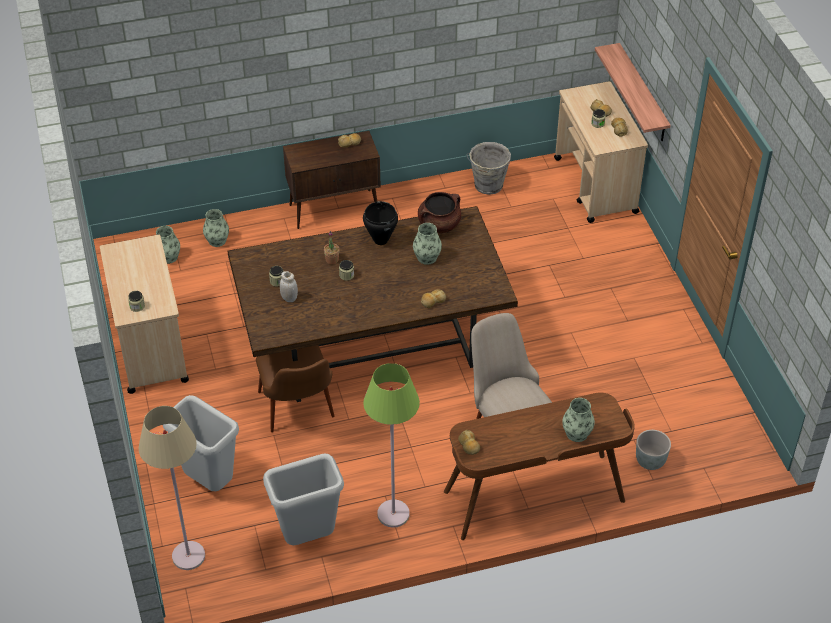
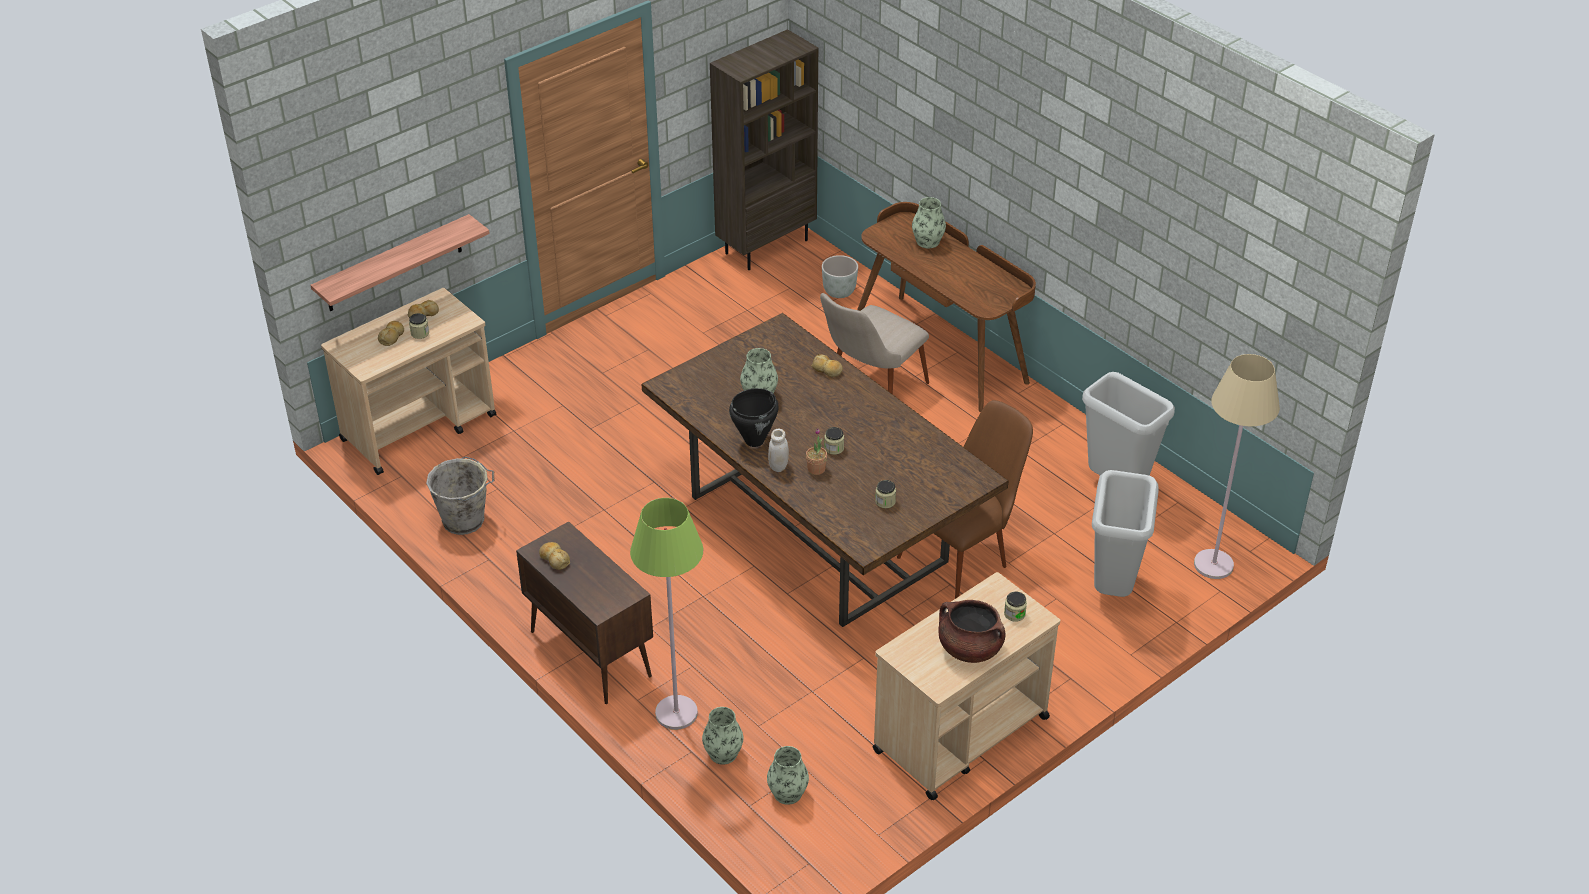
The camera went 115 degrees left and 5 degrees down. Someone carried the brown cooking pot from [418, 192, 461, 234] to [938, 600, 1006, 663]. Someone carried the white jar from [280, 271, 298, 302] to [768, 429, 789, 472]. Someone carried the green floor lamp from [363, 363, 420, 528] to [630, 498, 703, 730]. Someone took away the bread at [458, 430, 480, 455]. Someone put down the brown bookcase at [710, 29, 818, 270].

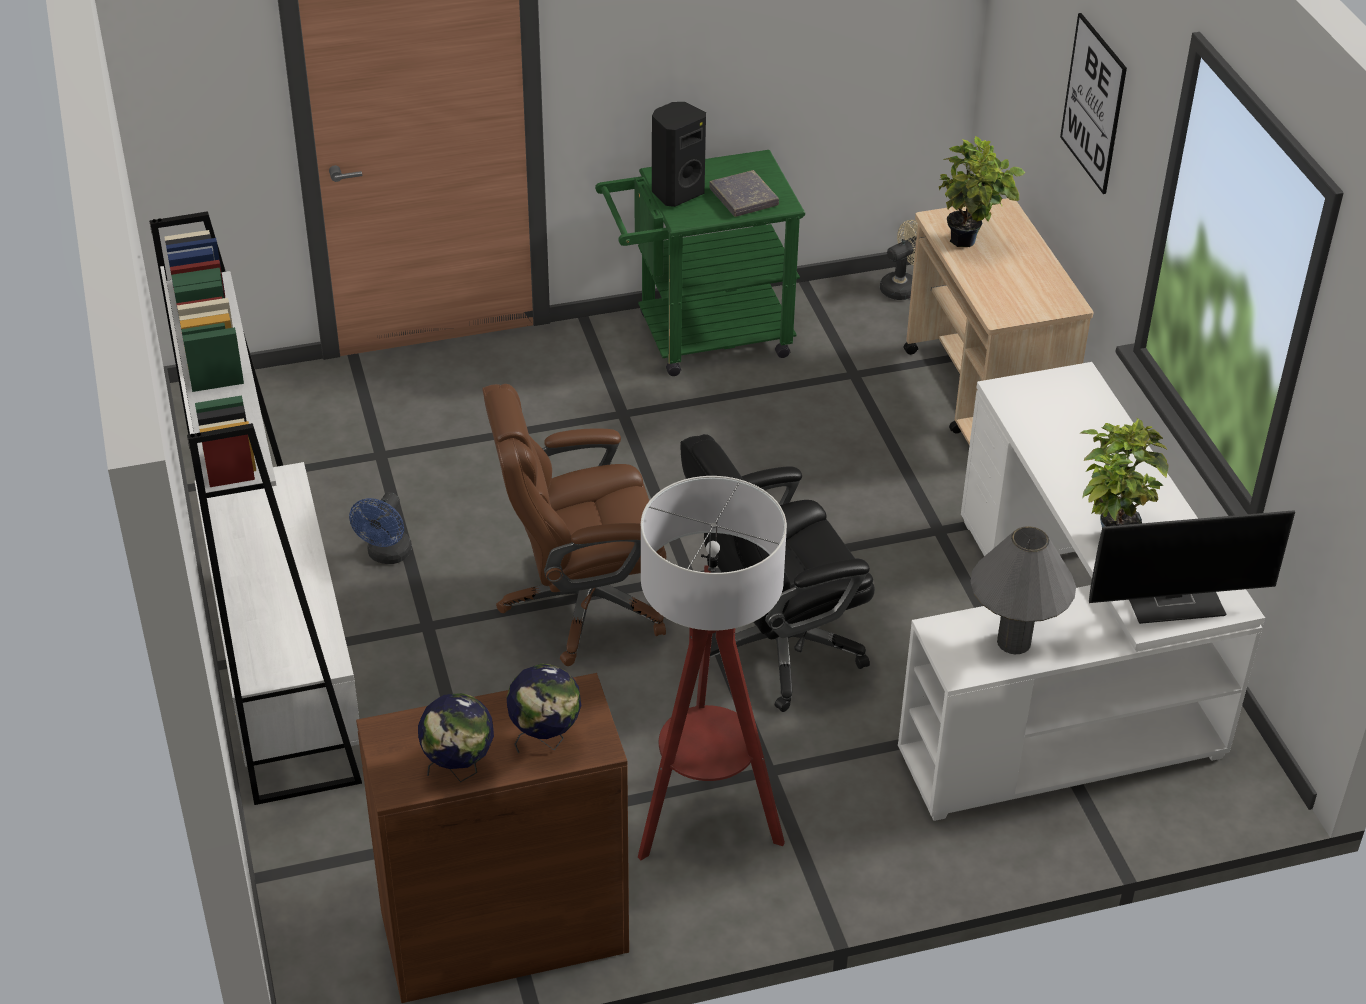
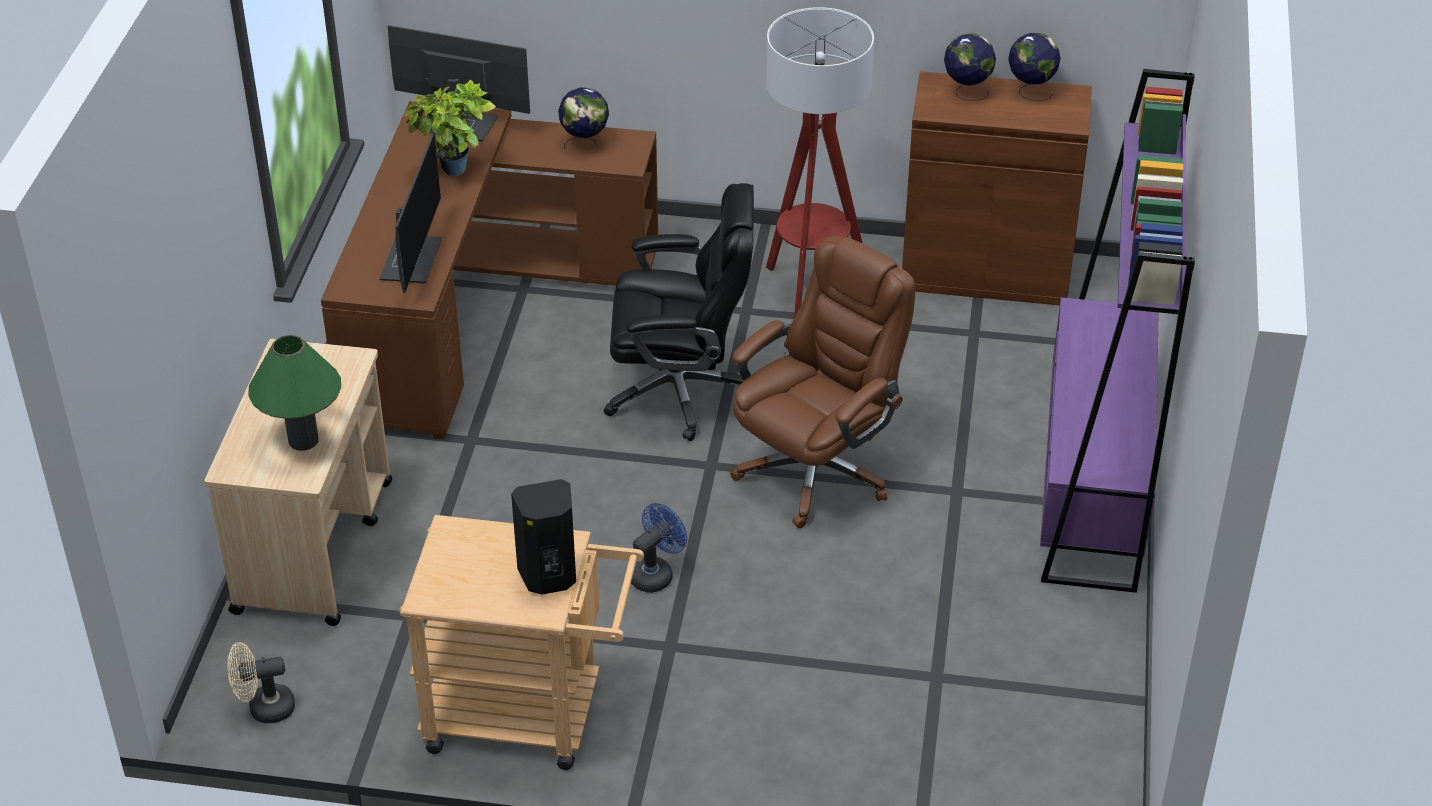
The camera went 155 degrees left and 0 degrees up. Someone took away the picture at [1060, 13, 1127, 194]. Someone swapped the potted plant at [939, 136, 1025, 247] for the green table lamp at [248, 335, 341, 451]. Someone repainted the green cart at [595, 150, 805, 376], which became the beige cart at [400, 515, 644, 770]. Someone took away the grey book at [709, 170, 779, 217]. Someone repainted the white bookcase at [149, 211, 362, 805], which became the purple bookcase at [1040, 69, 1195, 593]. Someone repainted the white desk at [898, 362, 1265, 821], which became the brown desk at [321, 101, 658, 440]. Someone rotated the brown office chair at [482, 384, 666, 666] by 60 degrees counterclockwise. Someone carried the blue fan from [349, 492, 412, 564] to [631, 503, 687, 593]. Someone swapped the grey table lamp at [970, 526, 1076, 654] for the globe at [558, 87, 609, 150]. Someone put down the monitor at [379, 132, 442, 293].

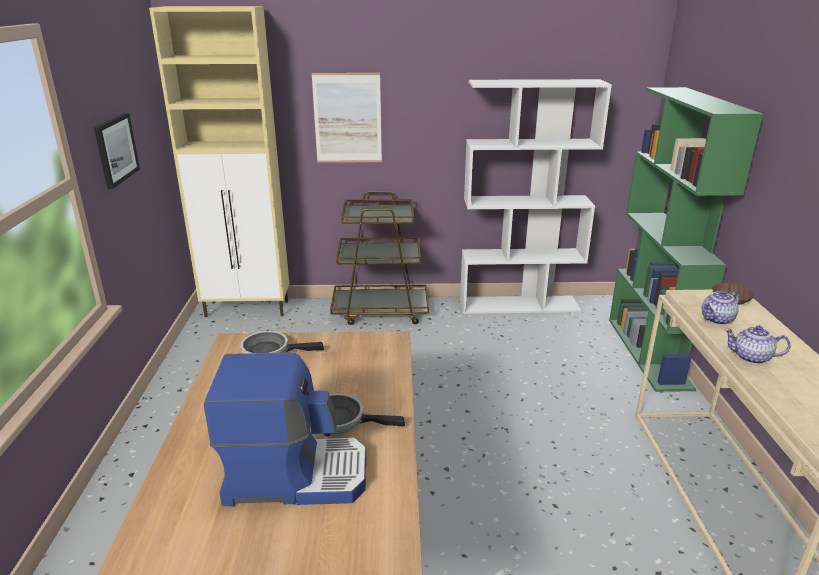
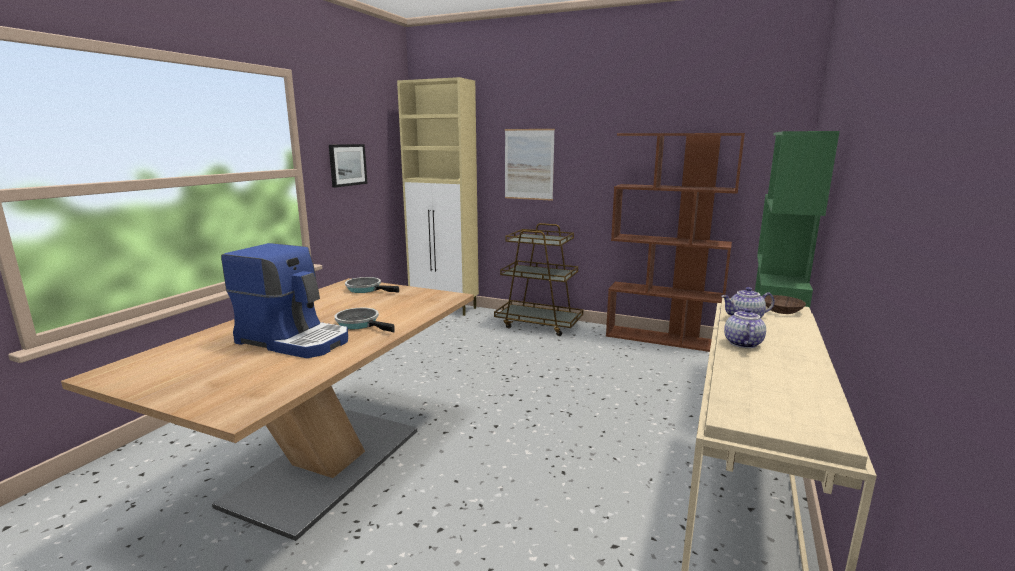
The camera went 25 degrees right and 10 degrees down. Someone repainted the white bookcase at [460, 79, 612, 314], which became the brown bookcase at [606, 133, 745, 352]. Someone rotated the teapot at [724, 325, 791, 364] by 60 degrees clockwise.

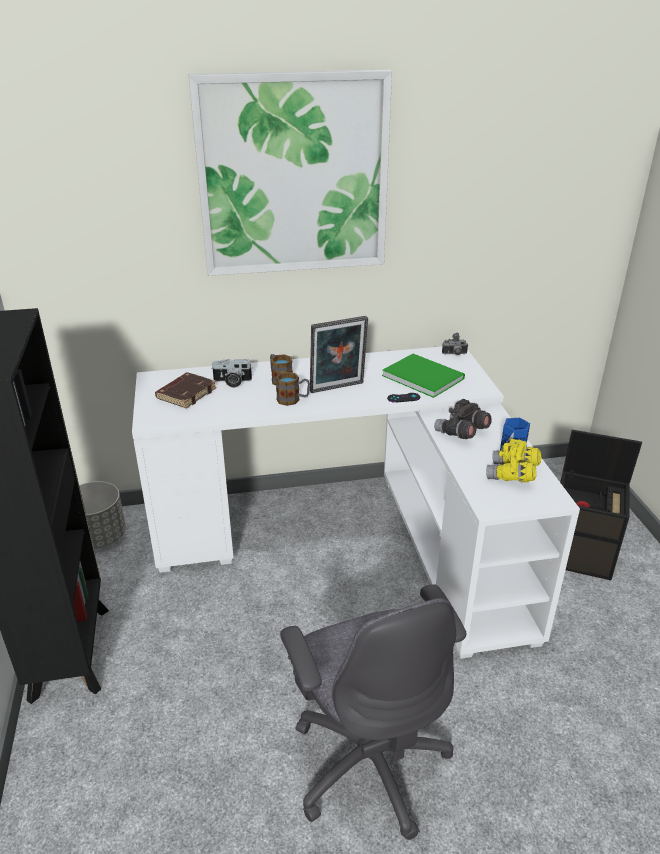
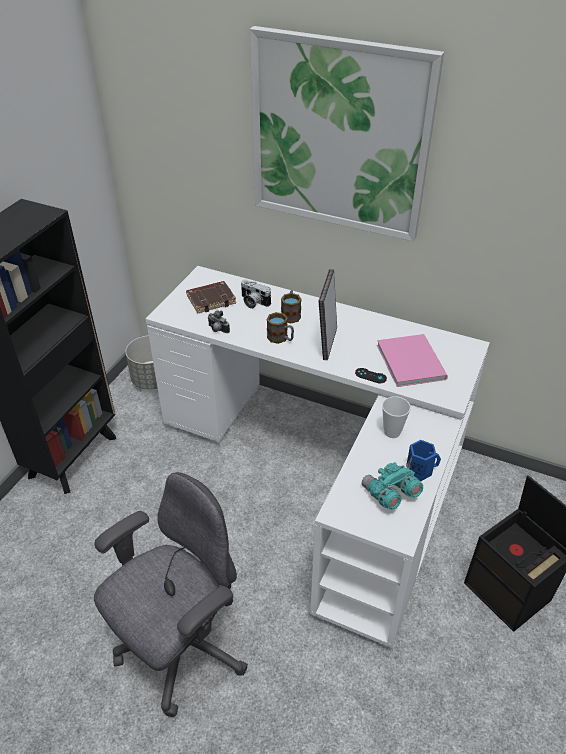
The camera went 35 degrees right and 10 degrees up. Someone rotated the picture frame at [310, 316, 368, 393] by 90 degrees clockwise. Someone carried the photo camera from [442, 333, 468, 355] to [207, 310, 230, 333]. Someone repainted the green book at [382, 354, 465, 398], which became the pink book at [377, 334, 448, 387]. Someone swapped the grey binoculars at [434, 399, 492, 439] for the cup at [382, 396, 411, 438]. Someone repainted the yellow binoculars at [486, 439, 541, 482], which became the turquoise binoculars at [362, 462, 423, 510]. Someone rotated the grey office chair at [280, 584, 466, 840] by 150 degrees counterclockwise.

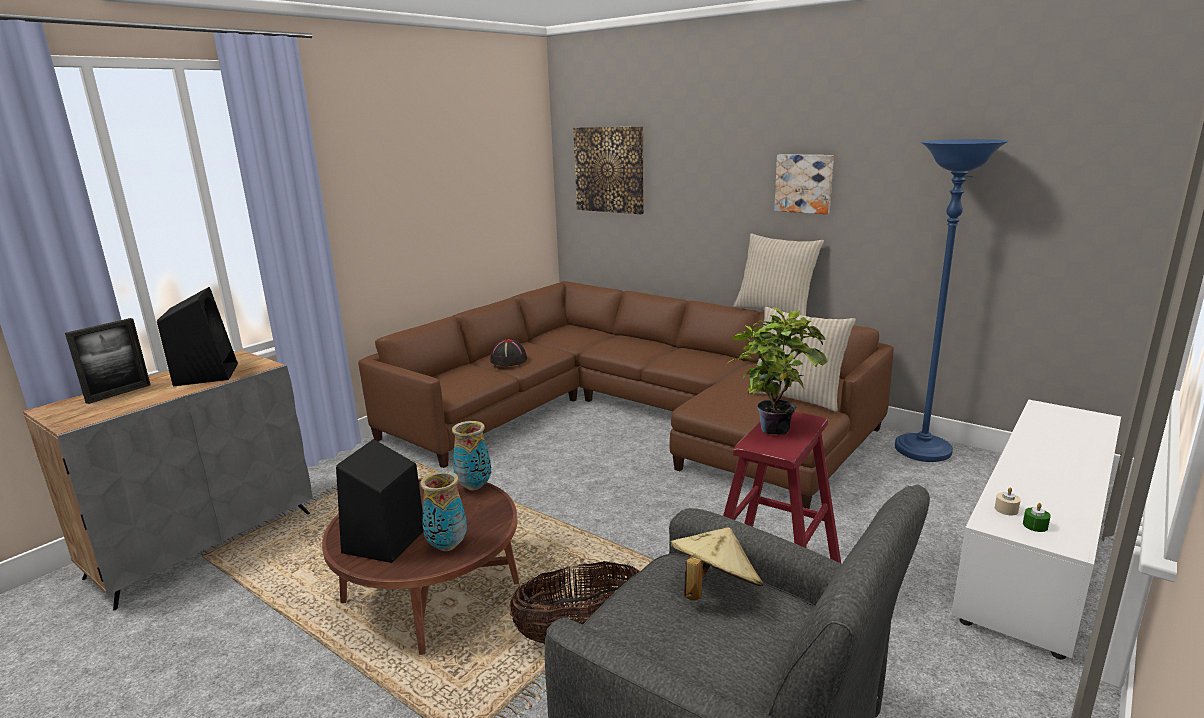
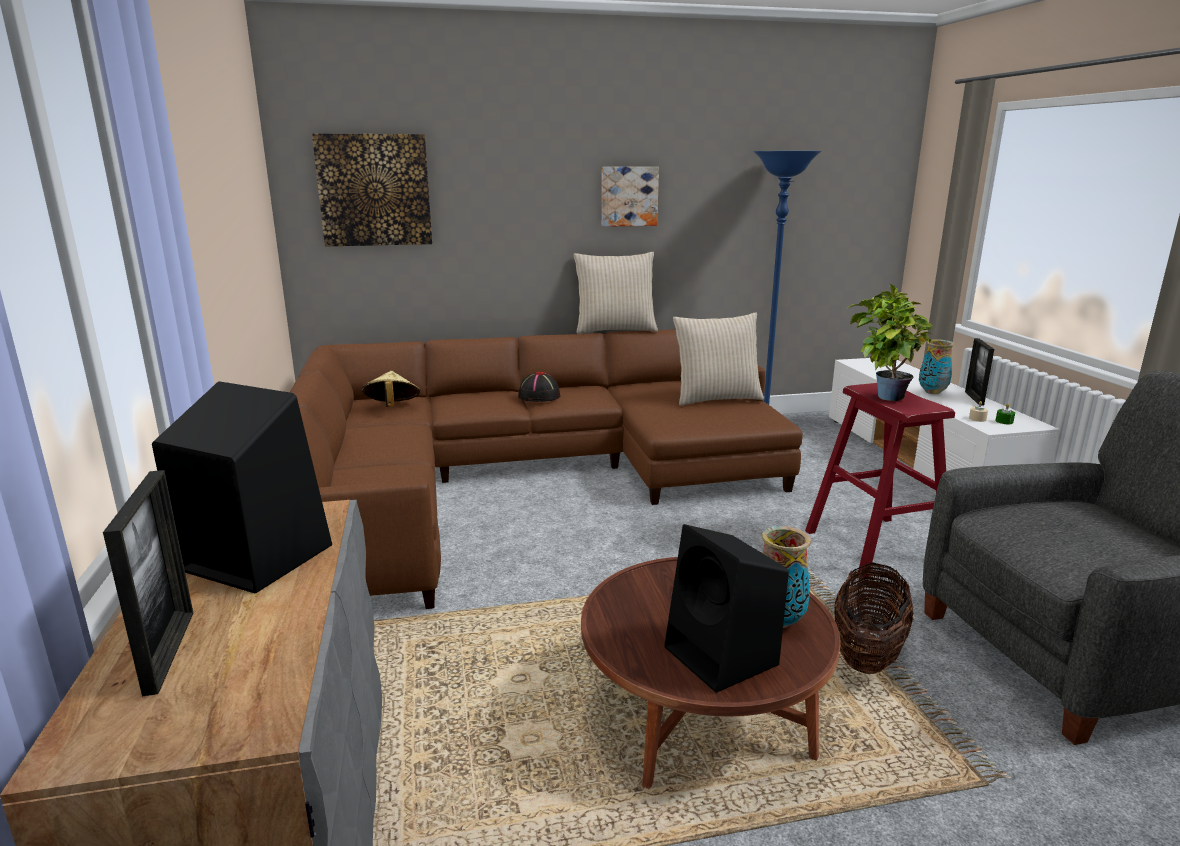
The camera went 50 degrees left and 0 degrees up. Someone carried the black hat from [490, 339, 527, 366] to [518, 372, 560, 402]. Someone carried the vase from [452, 421, 491, 490] to [919, 339, 954, 394]. Someone carried the beige hat from [669, 527, 763, 600] to [362, 371, 420, 407]. Someone put down the picture frame at [965, 338, 994, 406].

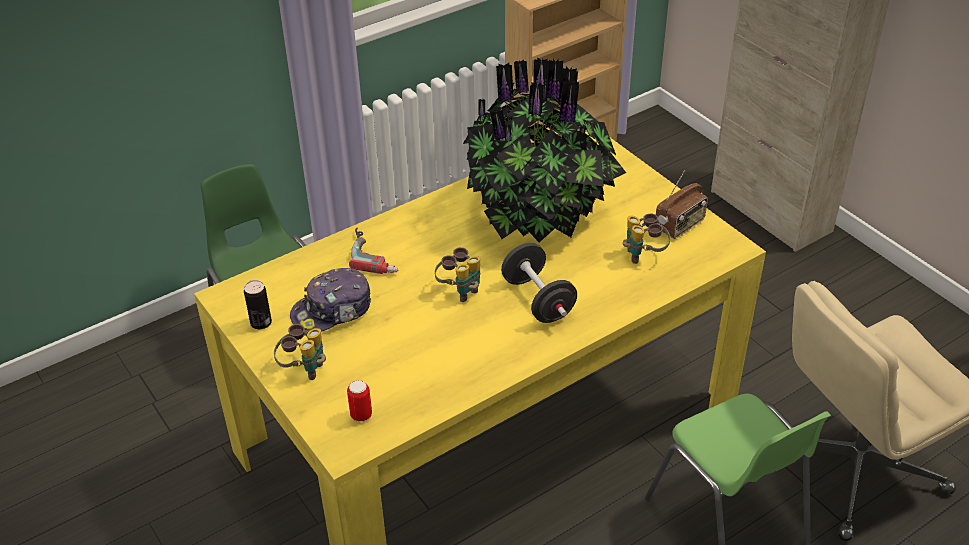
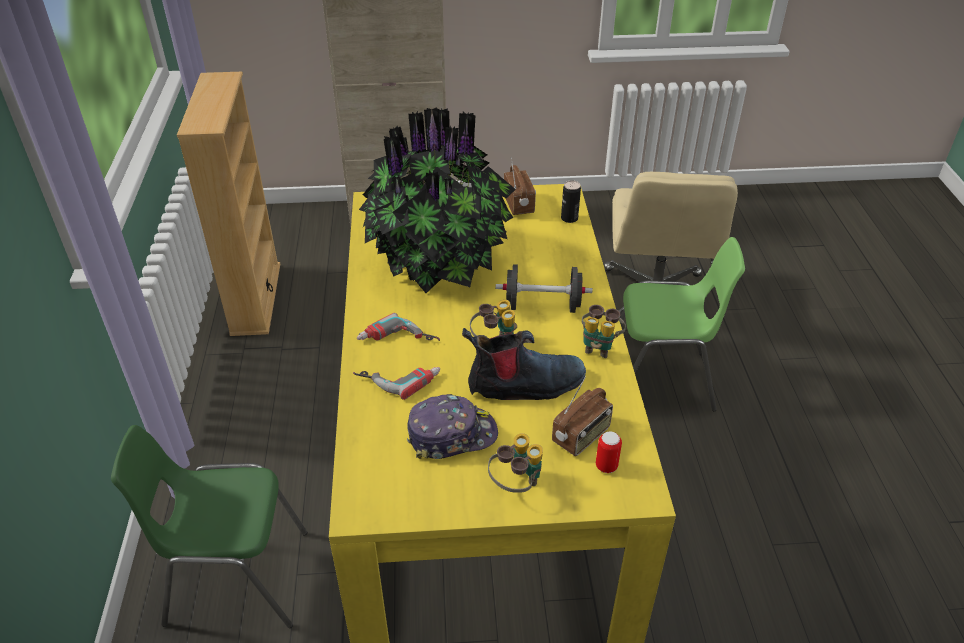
The camera went 60 degrees left and 0 degrees up. Someone carried the binoculars from [623, 214, 670, 264] to [582, 305, 626, 358]. Someone rotated the cap at [290, 268, 371, 332] by 105 degrees counterclockwise. Someone carried the can from [244, 280, 272, 329] to [561, 180, 581, 223]. Someone put down the power drill at [357, 313, 440, 341]. Someone put down the boot at [462, 328, 586, 400]. Someone put down the radio at [552, 376, 613, 456].

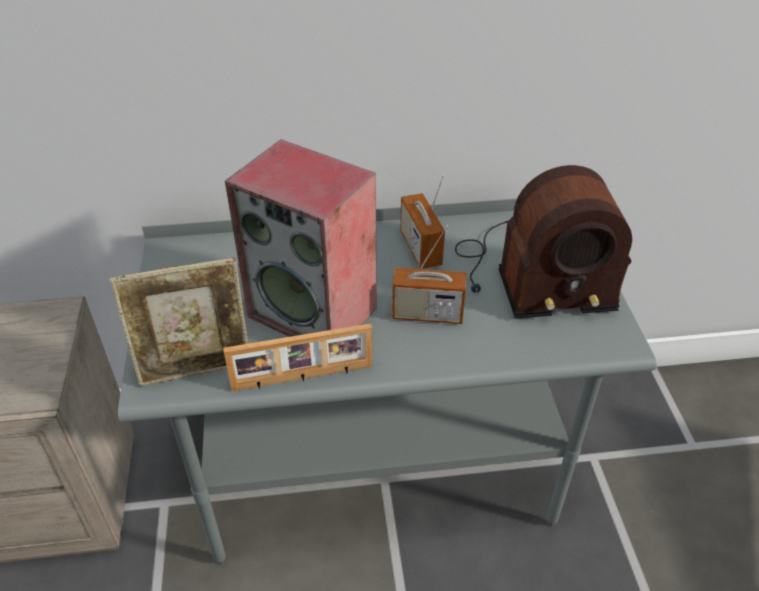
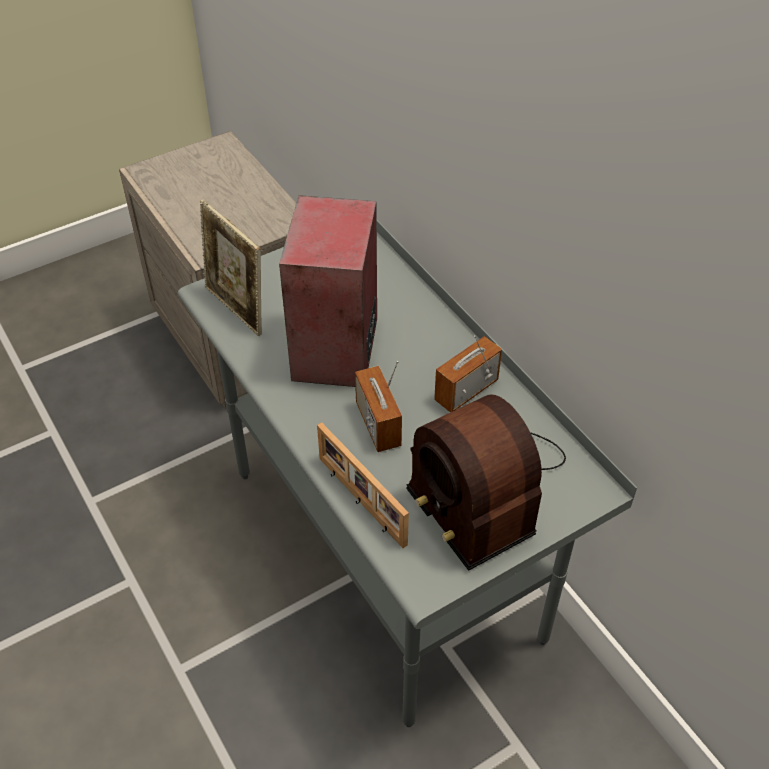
The camera went 65 degrees right and 5 degrees up. Someone carried the picture frame from [223, 323, 373, 391] to [317, 422, 409, 548].

